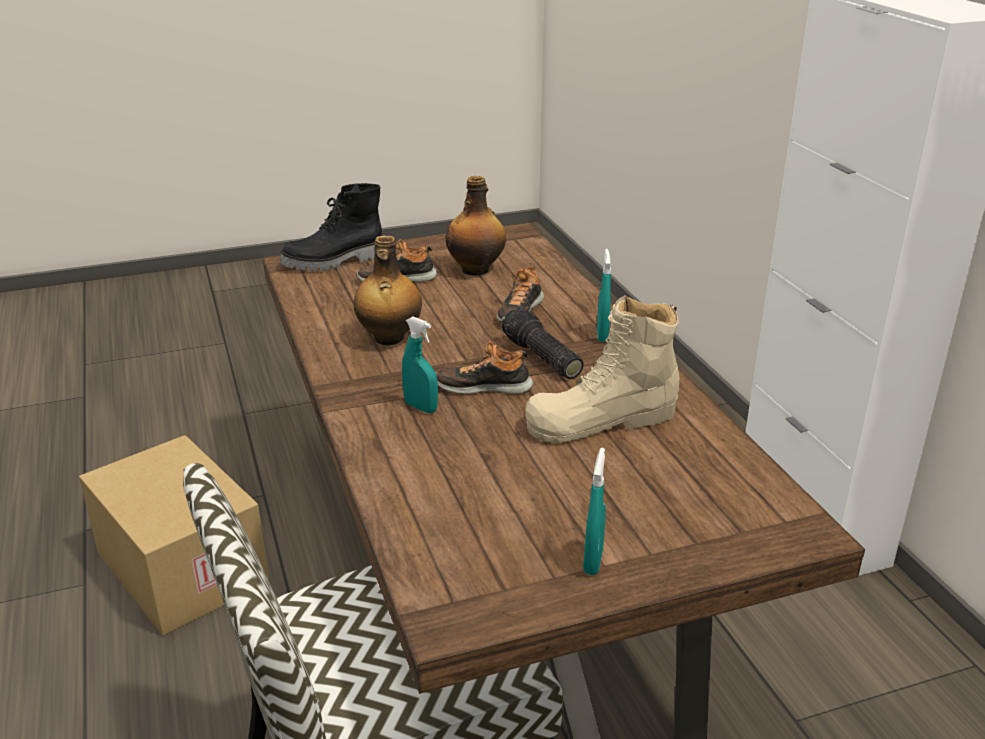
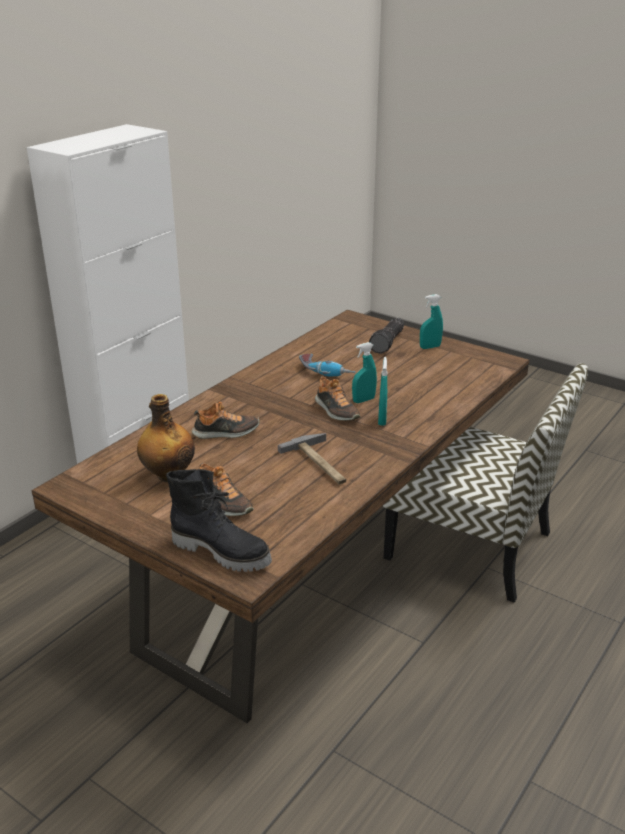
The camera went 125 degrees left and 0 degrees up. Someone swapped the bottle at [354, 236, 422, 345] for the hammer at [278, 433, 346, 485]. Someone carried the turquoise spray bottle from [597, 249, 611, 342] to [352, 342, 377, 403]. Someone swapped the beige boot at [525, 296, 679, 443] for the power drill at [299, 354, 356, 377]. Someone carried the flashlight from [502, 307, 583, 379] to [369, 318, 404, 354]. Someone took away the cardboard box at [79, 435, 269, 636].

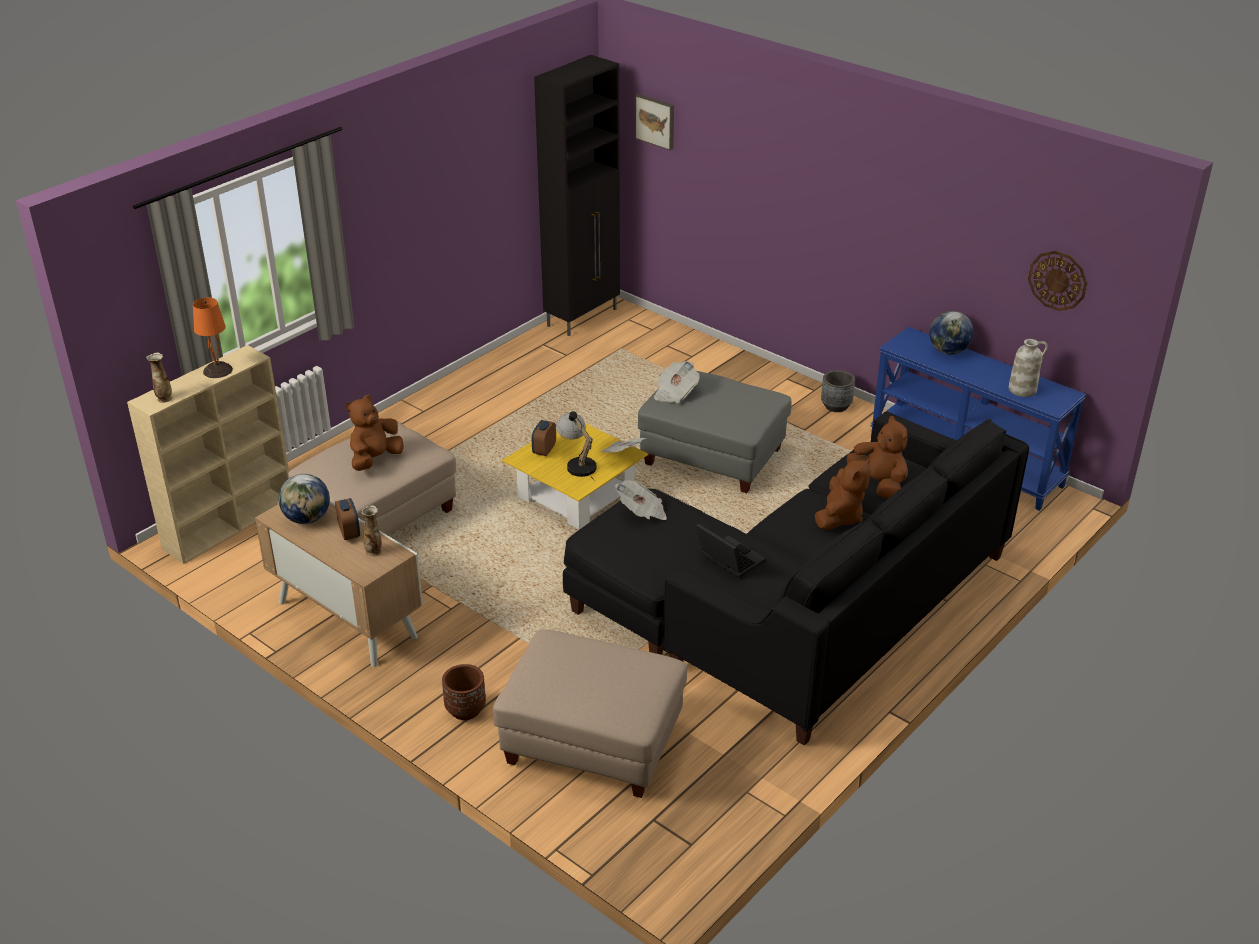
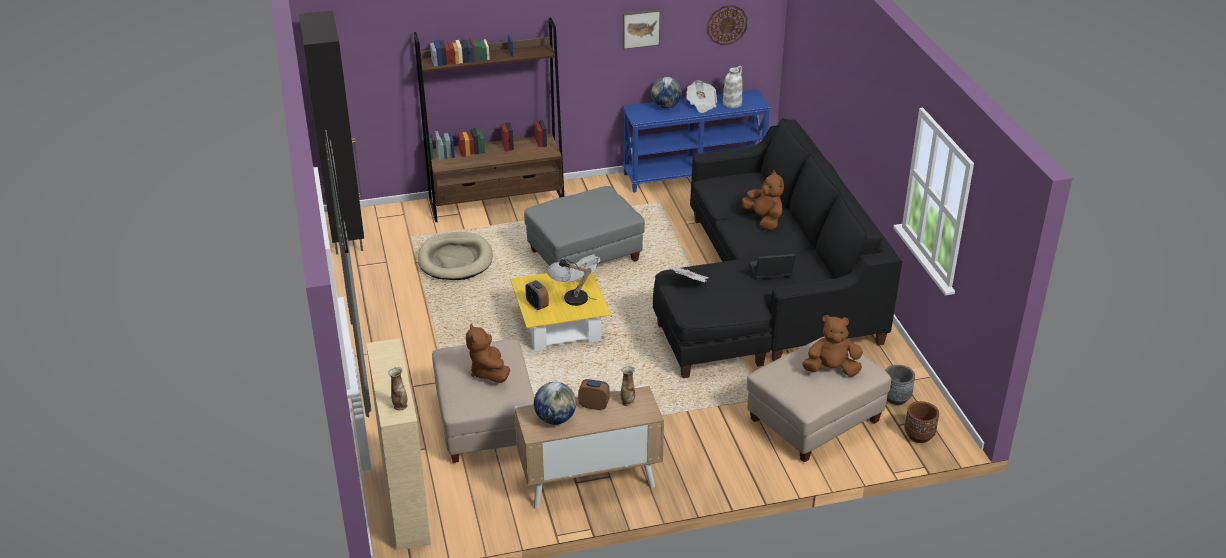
The camera went 55 degrees left and 0 degrees up. Someone carried the picture from [635, 94, 674, 150] to [623, 9, 660, 49]. Someone took away the orange table lamp at [193, 297, 233, 378]. Someone carried the newspaper from [654, 361, 700, 403] to [686, 80, 717, 113]. Someone carried the grey planter from [821, 370, 855, 412] to [885, 365, 915, 405]. Someone carried the brown plush toy from [847, 416, 908, 498] to [802, 315, 863, 377]. Someone carried the brown planter from [442, 664, 486, 720] to [905, 401, 939, 443]. Someone put down the brown bookcase at [414, 18, 564, 222]. Someone put down the beige dog bed at [418, 232, 493, 280].

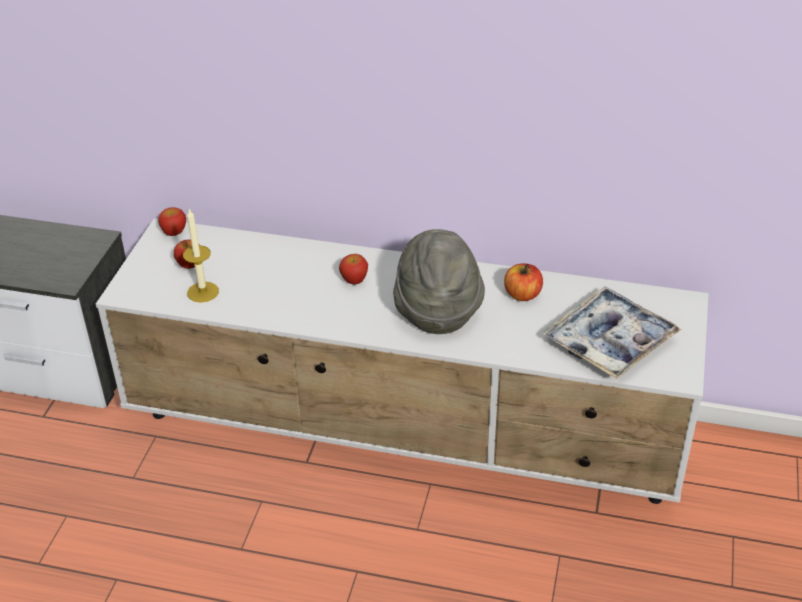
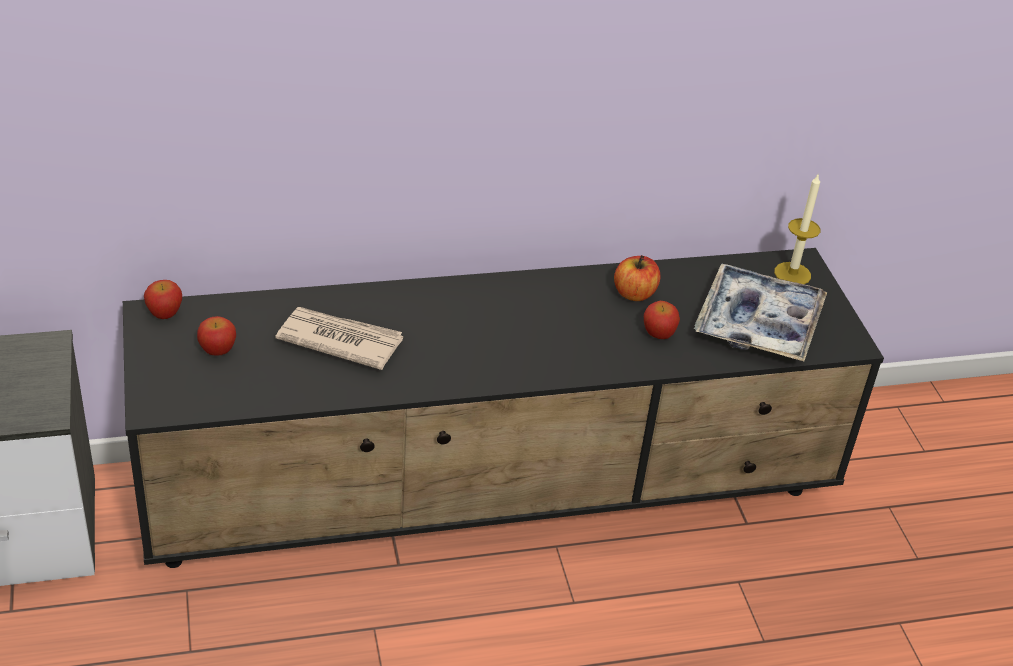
The camera went 30 degrees left and 0 degrees up. Someone carried the candle from [183, 209, 219, 303] to [774, 173, 820, 284]. Someone repainted the white tv stand at [96, 218, 709, 504], which became the black tv stand at [123, 248, 884, 568]. Someone took away the grey hat at [393, 229, 485, 334]. Someone carried the apple from [339, 254, 368, 285] to [644, 301, 680, 339]. Someone put down the newspaper at [275, 307, 403, 370].

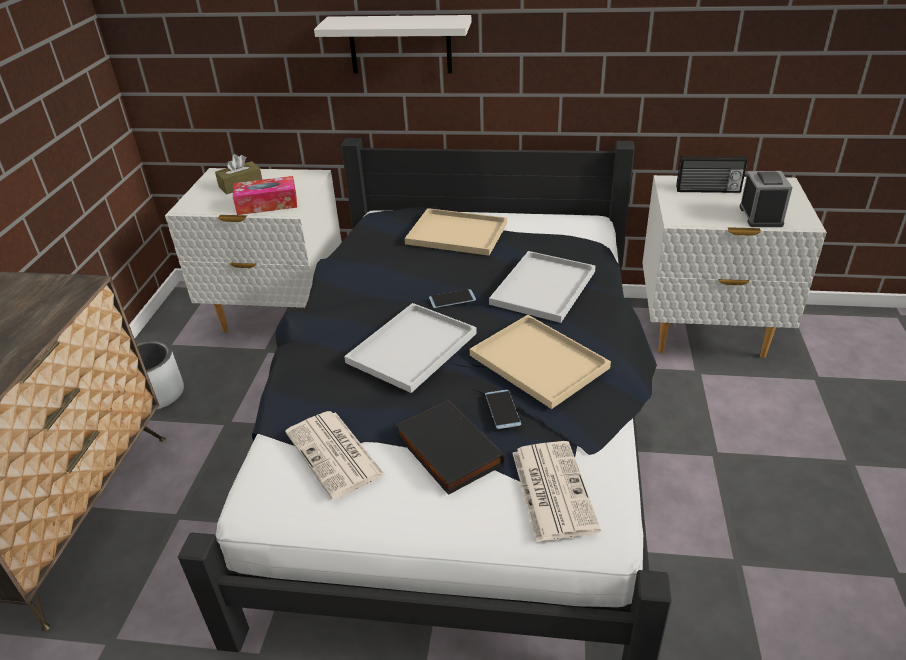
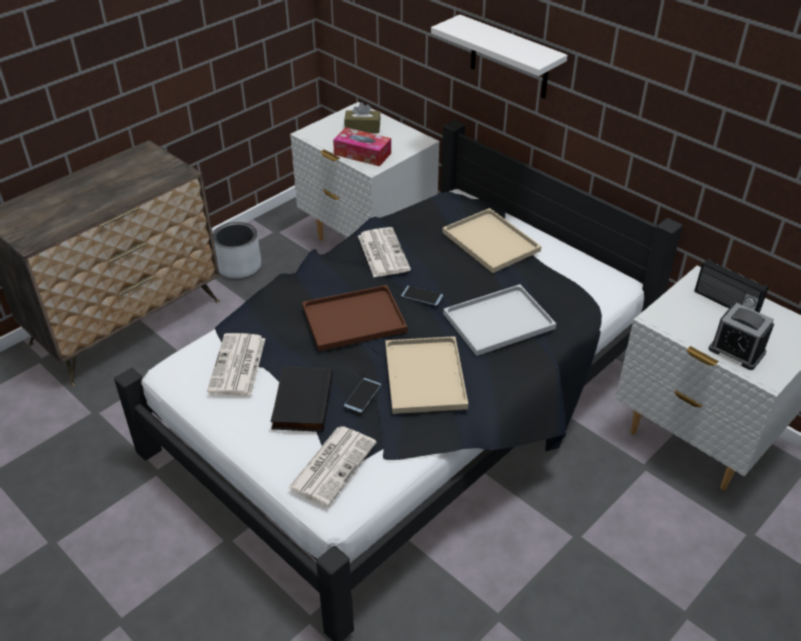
The camera went 35 degrees right and 5 degrees up. Someone rotated the alarm clock at [740, 171, 792, 227] by 90 degrees clockwise. Someone repainted the white tray at [344, 303, 477, 393], which became the brown tray at [302, 285, 407, 351]. Someone put down the newspaper at [358, 227, 411, 277].

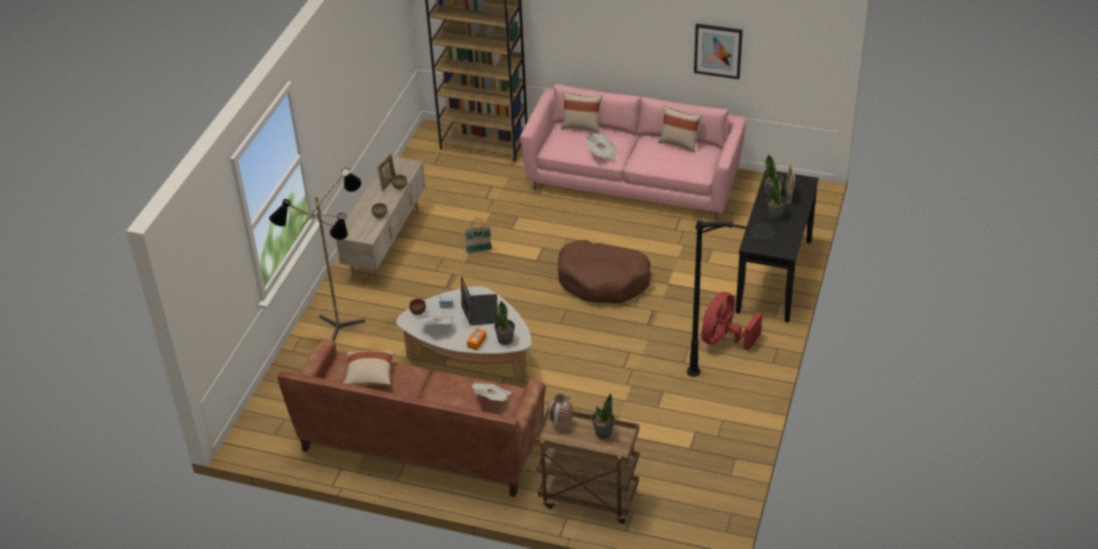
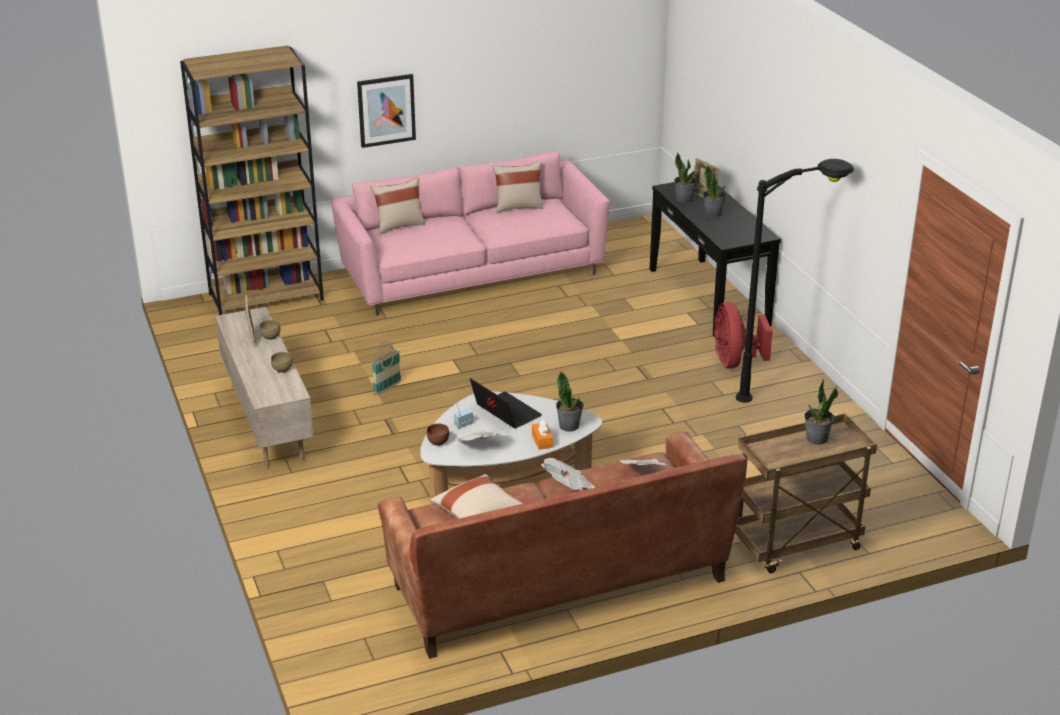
The camera went 40 degrees left and 10 degrees down. Someone carried the picture from [694, 23, 743, 79] to [357, 74, 416, 148]. Someone carried the newspaper from [587, 134, 617, 161] to [541, 458, 595, 491]. Someone took away the floor lamp at [269, 168, 365, 342]. Someone took away the brown dog bed at [558, 240, 651, 303]. Someone took away the vase at [549, 394, 573, 426].

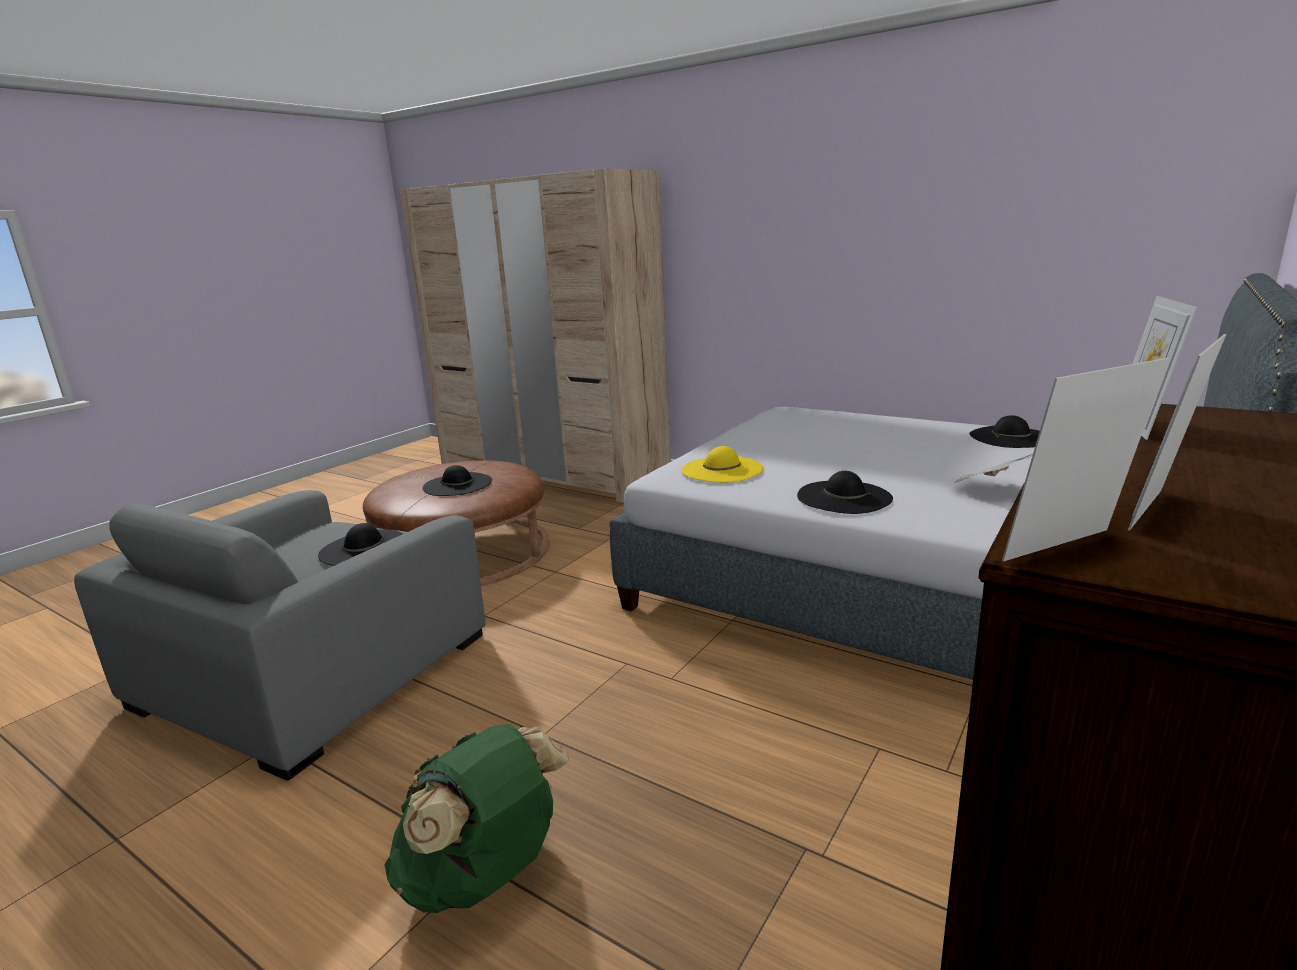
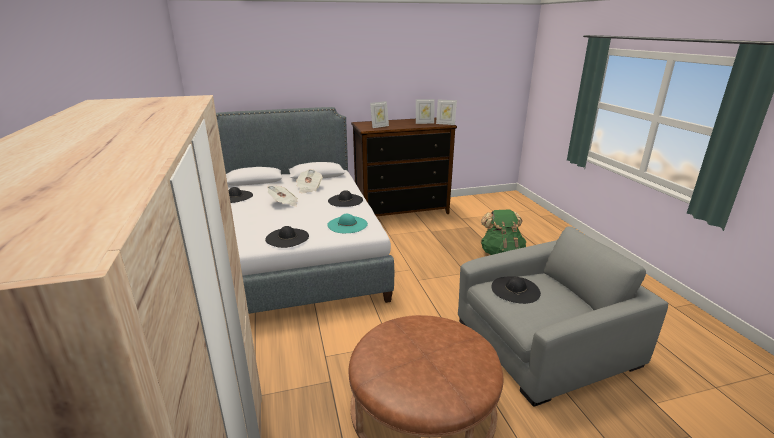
The camera went 140 degrees left and 5 degrees up. Someone repainted the yellow hat at [681, 446, 764, 483], which became the turquoise hat at [327, 214, 368, 233]. Someone carried the black hat from [423, 465, 492, 496] to [265, 226, 309, 248]. Someone put down the newspaper at [267, 186, 298, 206].

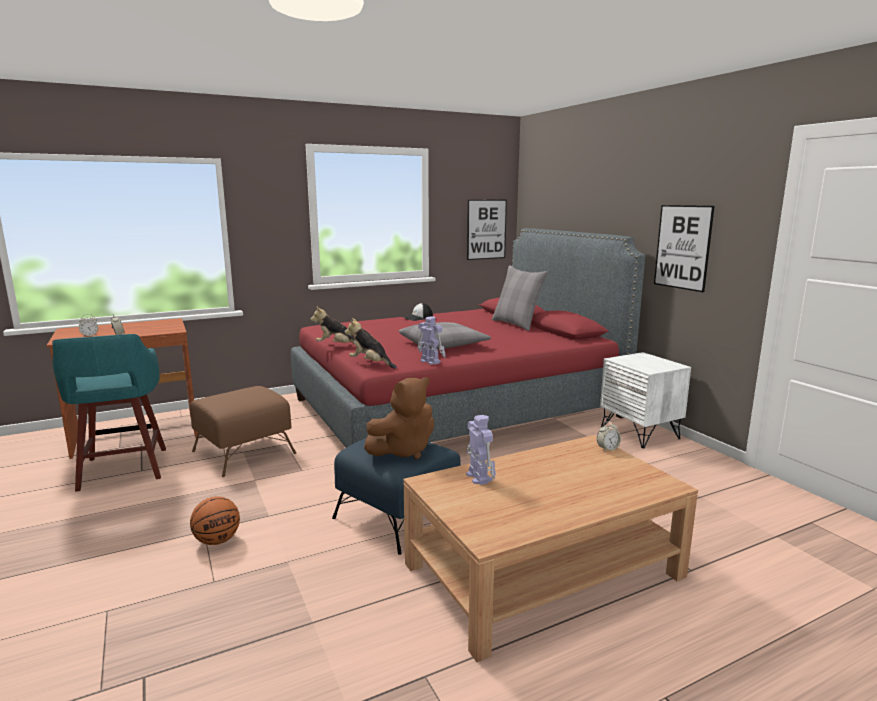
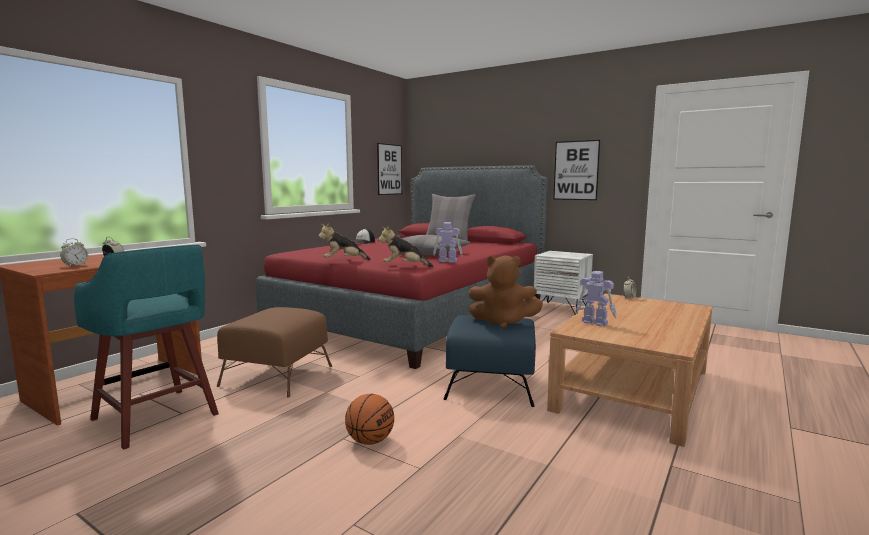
The camera went 30 degrees left and 5 degrees down. Someone rotated the brown plush toy at [364, 377, 434, 460] by 75 degrees clockwise.

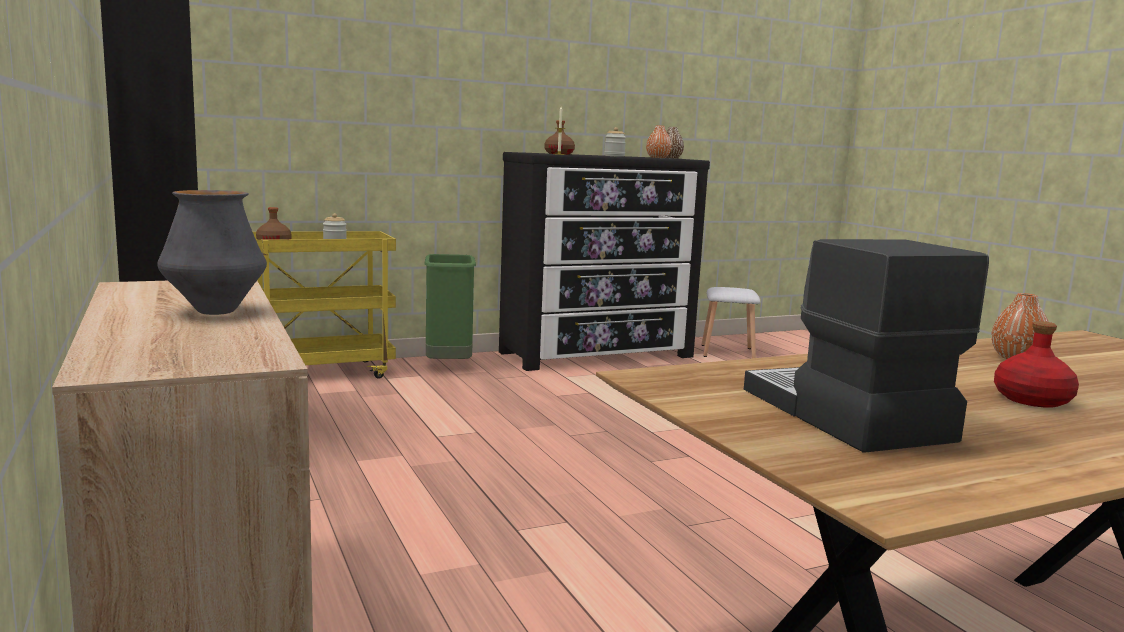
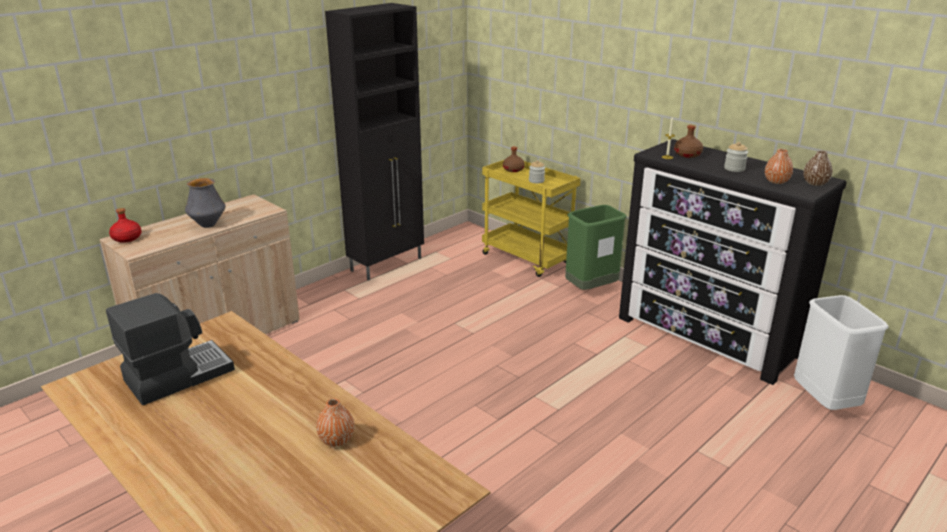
The camera went 70 degrees right and 15 degrees up. Someone swapped the white stool at [701, 287, 761, 358] for the white trash can at [794, 295, 889, 410]. Someone carried the red bottle from [994, 321, 1079, 408] to [109, 208, 141, 243].

